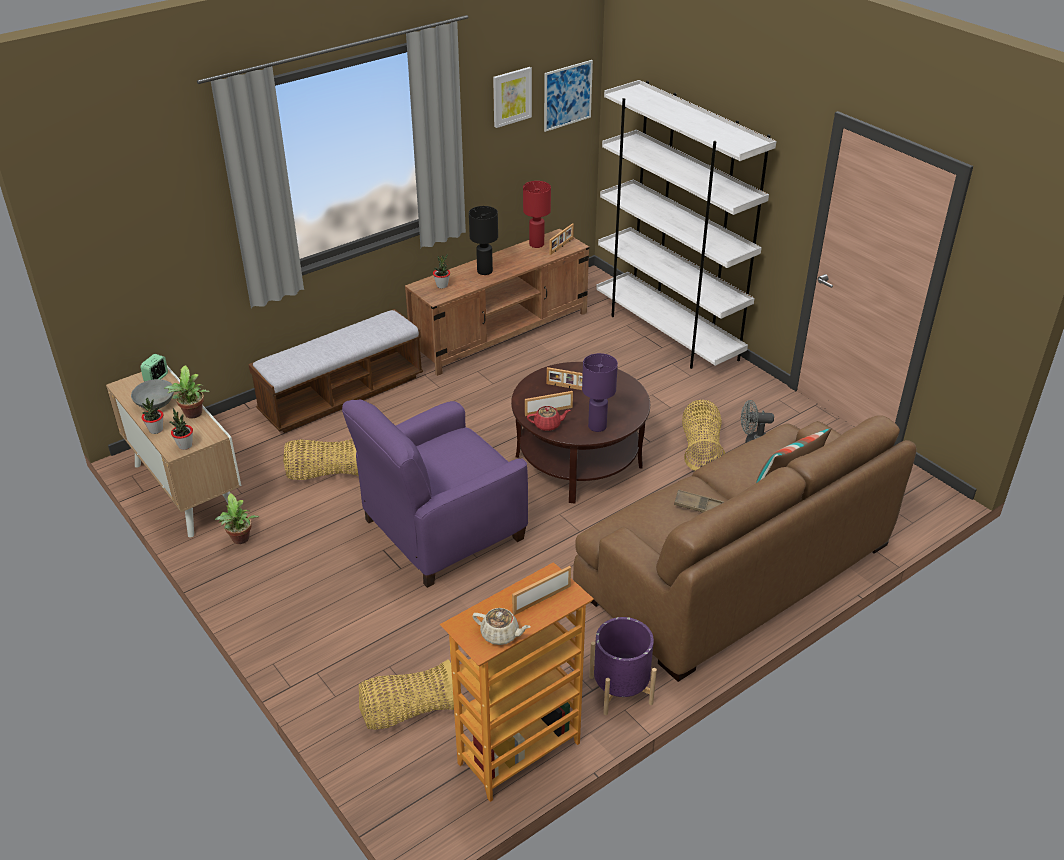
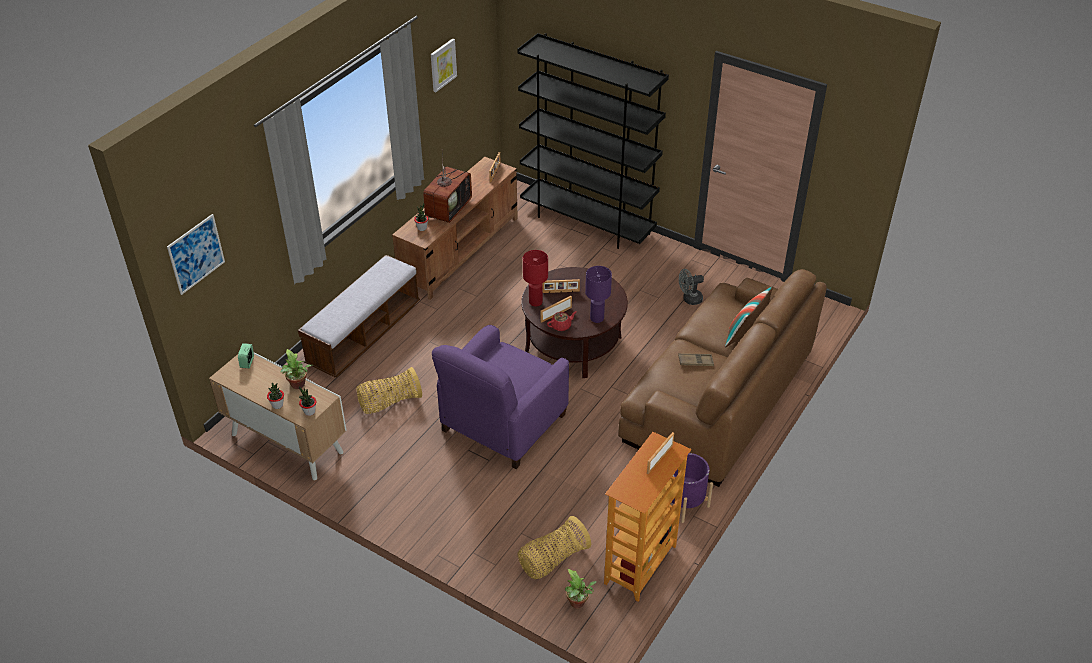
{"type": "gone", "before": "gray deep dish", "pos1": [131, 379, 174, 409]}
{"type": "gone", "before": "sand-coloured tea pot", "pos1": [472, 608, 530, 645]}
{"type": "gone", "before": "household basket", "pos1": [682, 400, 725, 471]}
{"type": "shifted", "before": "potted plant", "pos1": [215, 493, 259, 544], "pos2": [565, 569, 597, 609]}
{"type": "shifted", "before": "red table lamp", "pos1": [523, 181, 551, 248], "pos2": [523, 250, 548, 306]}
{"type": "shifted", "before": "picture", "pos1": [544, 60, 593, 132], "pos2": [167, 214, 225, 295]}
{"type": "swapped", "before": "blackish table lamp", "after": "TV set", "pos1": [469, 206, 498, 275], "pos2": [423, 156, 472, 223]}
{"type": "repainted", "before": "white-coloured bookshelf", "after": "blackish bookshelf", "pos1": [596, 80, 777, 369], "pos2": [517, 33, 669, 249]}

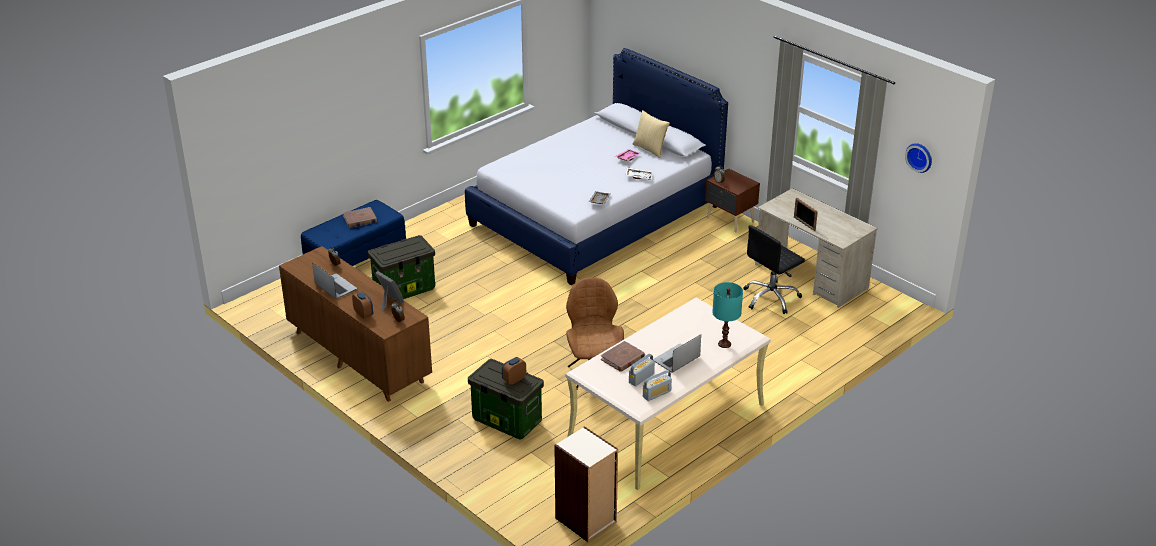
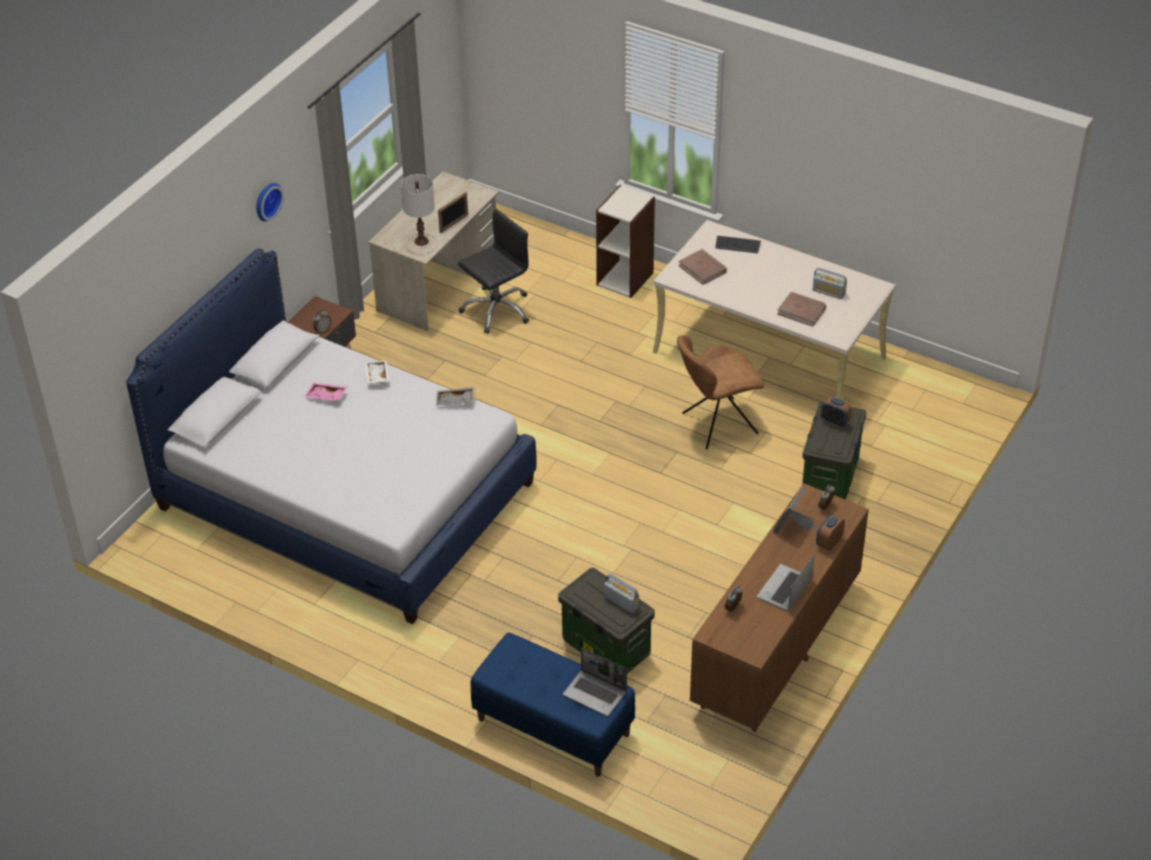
{"type": "gone", "before": "throw pillow", "pos1": [632, 110, 670, 158]}
{"type": "new", "after": "white-coloured table lamp", "pos2": [401, 174, 435, 246]}
{"type": "shifted", "before": "brown-coloured bound book", "pos1": [343, 207, 377, 228], "pos2": [679, 249, 727, 285]}
{"type": "shifted", "before": "bookshelf", "pos1": [554, 426, 618, 542], "pos2": [596, 185, 655, 298]}
{"type": "shifted", "before": "radio receiver", "pos1": [643, 370, 672, 401], "pos2": [604, 574, 639, 613]}
{"type": "shifted", "before": "notebook computer", "pos1": [653, 334, 701, 373], "pos2": [563, 648, 627, 716]}
{"type": "shifted", "before": "hanging clock", "pos1": [905, 143, 932, 173], "pos2": [256, 183, 284, 222]}
{"type": "swapped", "before": "turquoise-coloured table lamp", "after": "PC keyboard", "pos1": [712, 282, 743, 348], "pos2": [715, 236, 761, 253]}
{"type": "rotated", "before": "blackish computer chair", "pos1": [743, 225, 805, 314], "pos2": [458, 209, 529, 334], "turn": -75}

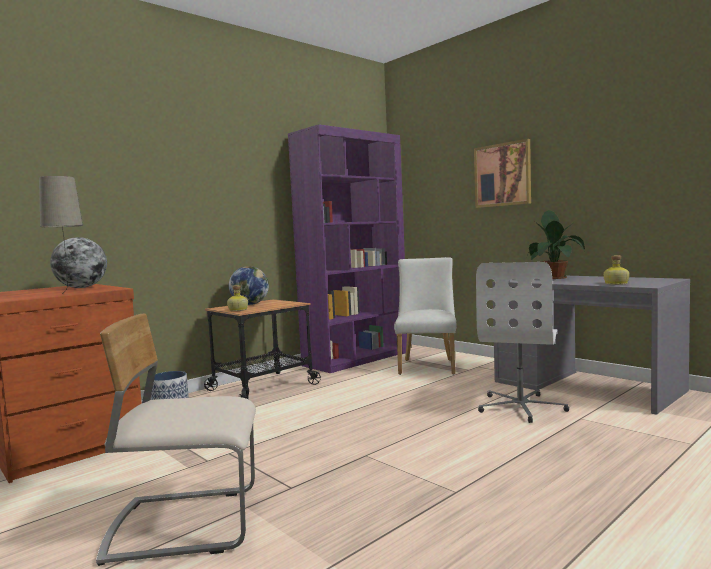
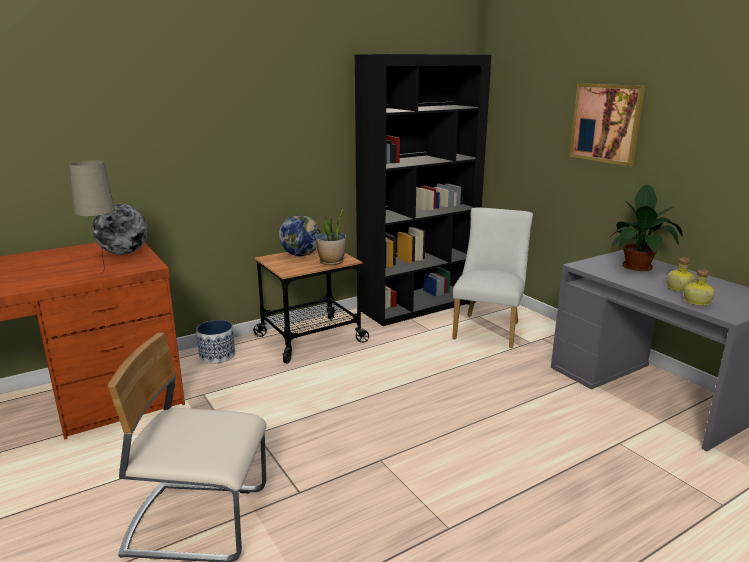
{"type": "gone", "before": "white-coloured computer chair", "pos1": [476, 262, 569, 423]}
{"type": "new", "after": "potted plant", "pos2": [316, 208, 346, 265]}
{"type": "shifted", "before": "beverage bottle", "pos1": [227, 285, 248, 311], "pos2": [667, 258, 696, 292]}
{"type": "repainted", "before": "purple bookshelf", "after": "blackish bookshelf", "pos1": [288, 124, 407, 373], "pos2": [355, 54, 491, 326]}

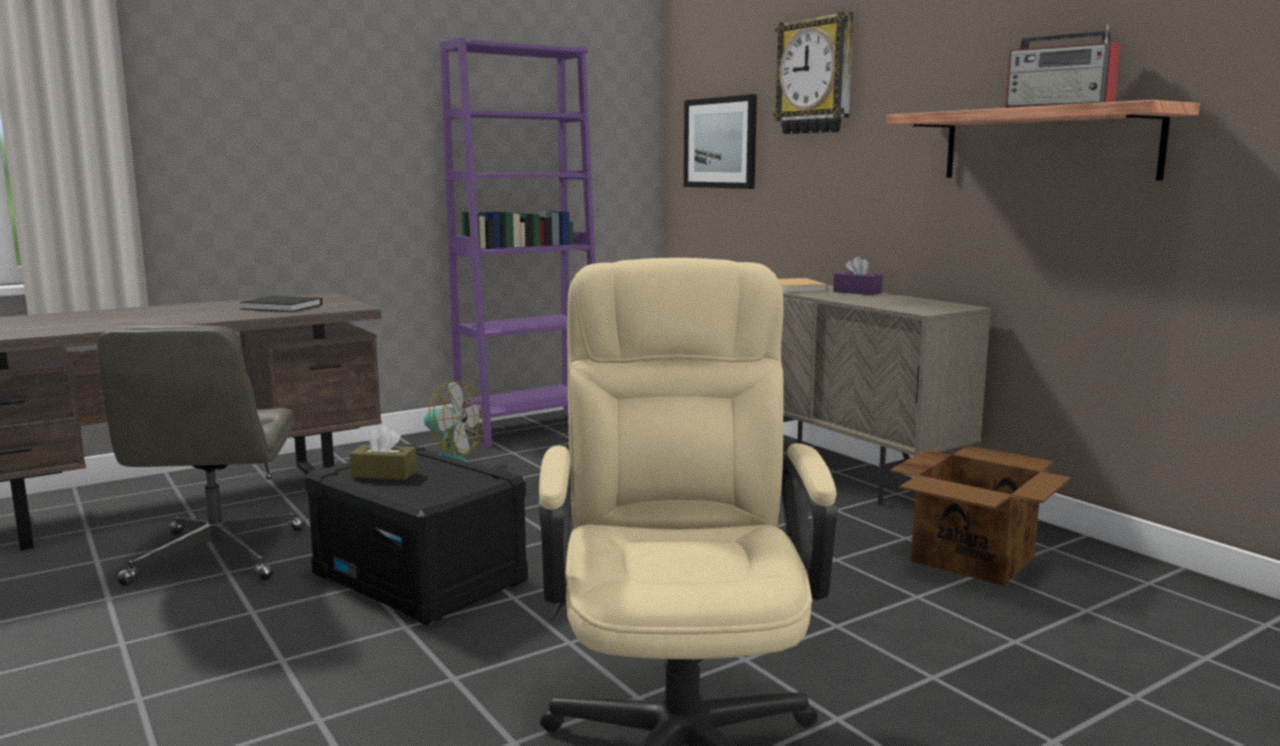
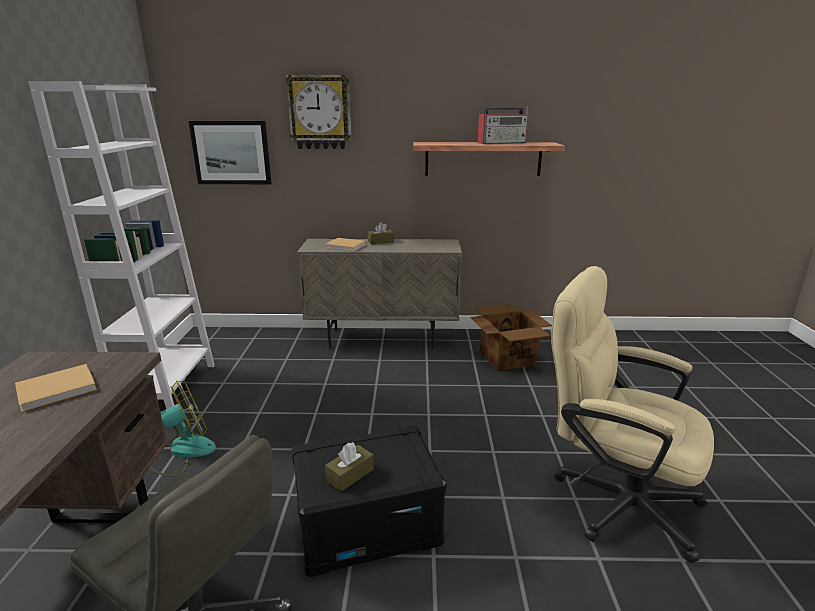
{"type": "repainted", "before": "blackish bound book", "after": "sand-coloured bound book", "pos1": [240, 296, 322, 312], "pos2": [15, 364, 97, 412]}
{"type": "repainted", "before": "purple bookshelf", "after": "white-coloured bookshelf", "pos1": [440, 37, 596, 447], "pos2": [28, 81, 215, 409]}
{"type": "repainted", "before": "purple tissue holder", "after": "brown-coloured tissue holder", "pos1": [833, 256, 883, 295], "pos2": [368, 222, 394, 245]}

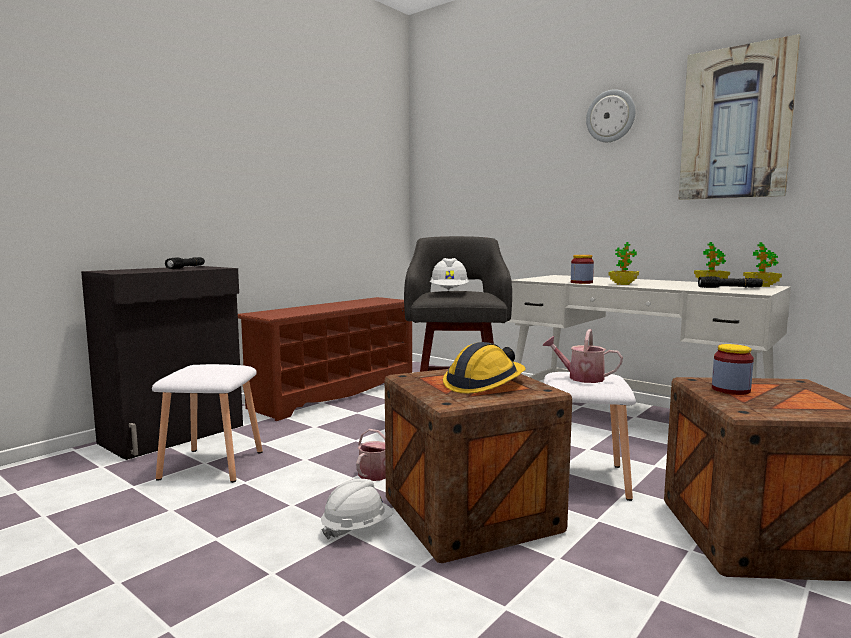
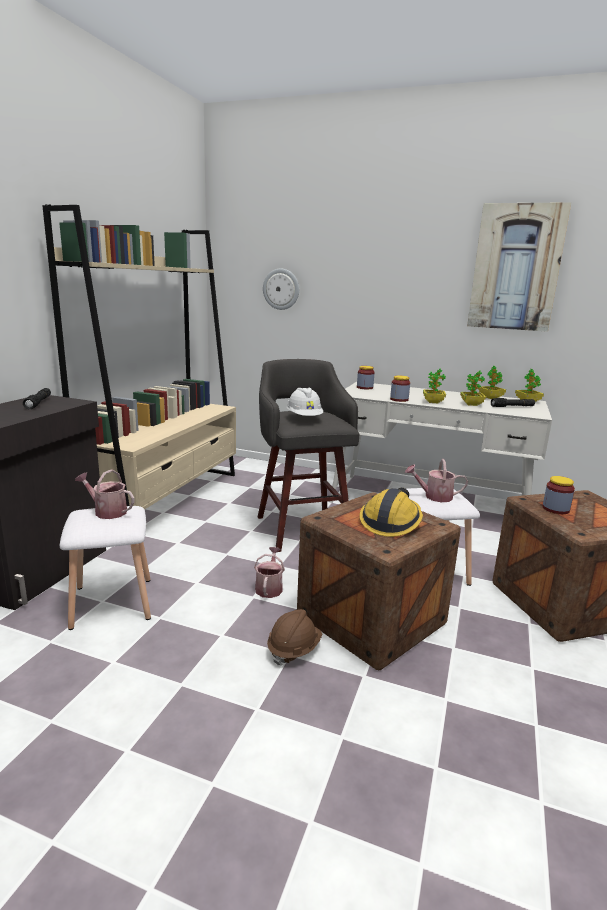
{"type": "new", "after": "watering pot", "pos2": [75, 469, 135, 519]}
{"type": "new", "after": "storage jar", "pos2": [357, 366, 375, 389]}
{"type": "new", "after": "potted plant", "pos2": [460, 371, 486, 406]}
{"type": "shifted", "before": "hanging clock", "pos1": [586, 89, 635, 142], "pos2": [263, 268, 299, 310]}
{"type": "swapped", "before": "brown-coloured shoe shelf", "after": "sand-coloured bookshelf", "pos1": [238, 297, 412, 421], "pos2": [42, 204, 236, 510]}
{"type": "repainted", "before": "white-coloured work helmet", "after": "brown-coloured work helmet", "pos1": [321, 479, 393, 539], "pos2": [267, 609, 323, 666]}

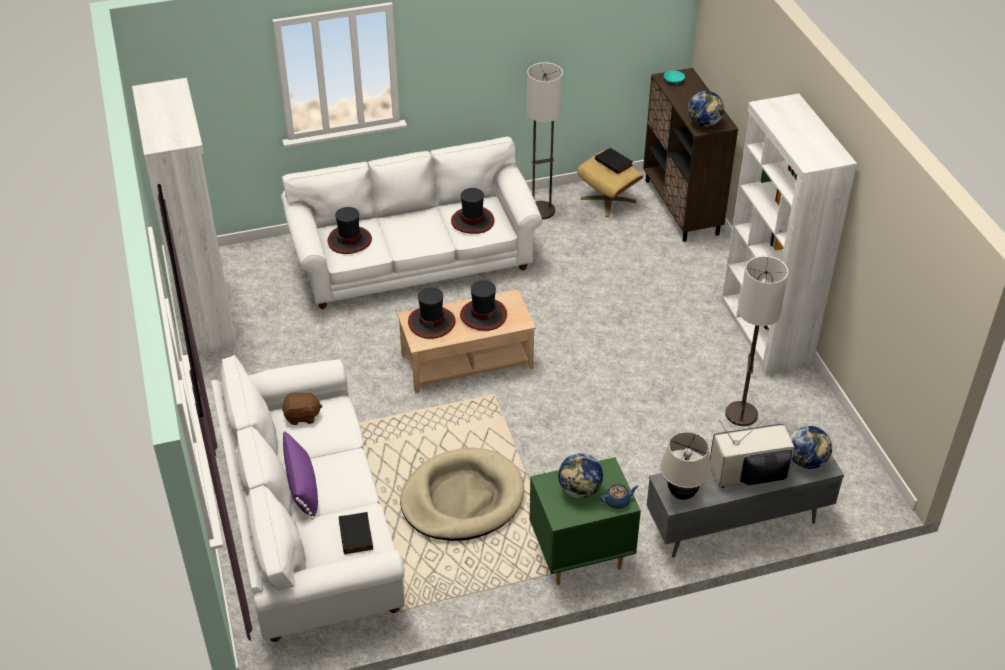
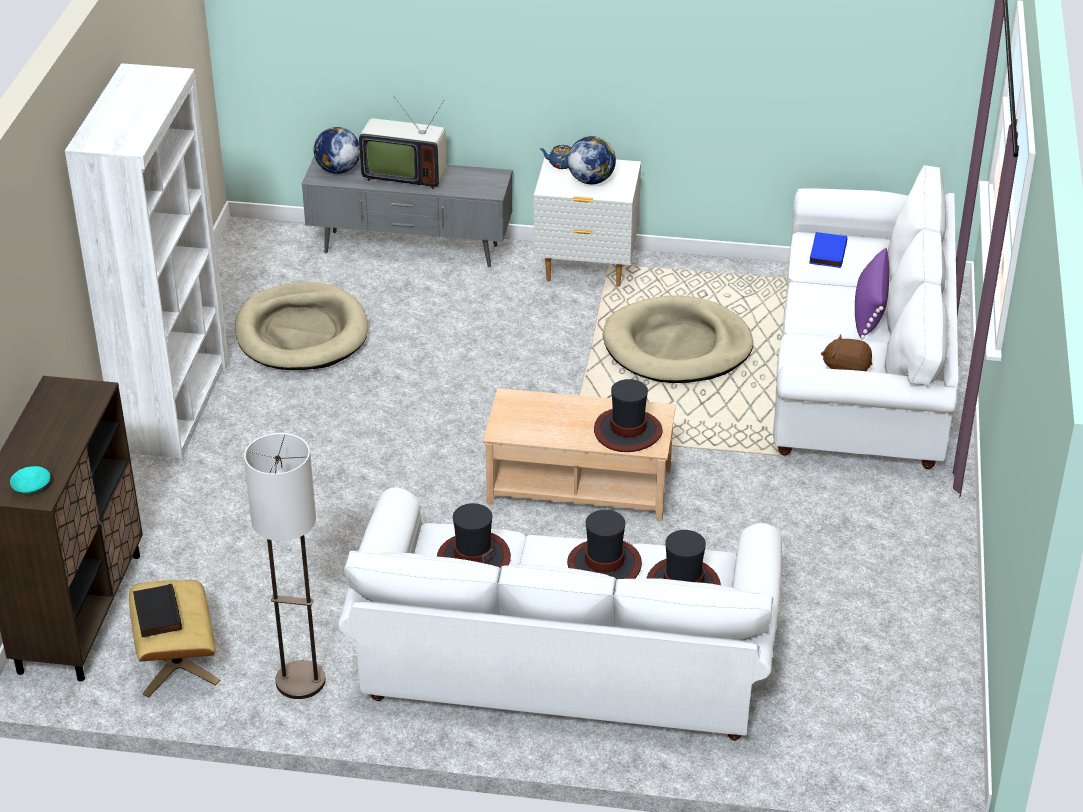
{"type": "gone", "before": "white-coloured bookshelf", "pos1": [132, 78, 237, 354]}
{"type": "gone", "before": "sand-coloured table lamp", "pos1": [660, 432, 711, 500]}
{"type": "gone", "before": "globe", "pos1": [688, 91, 724, 127]}
{"type": "shifted", "before": "wearable hat", "pos1": [460, 280, 507, 331], "pos2": [567, 510, 642, 580]}
{"type": "swapped", "before": "standard lamp", "after": "sand-coloured dog cushion", "pos1": [725, 256, 789, 426], "pos2": [235, 282, 368, 370]}
{"type": "repainted", "before": "blackish bound book", "after": "bluish bound book", "pos1": [339, 512, 374, 554], "pos2": [809, 232, 847, 268]}
{"type": "repainted", "before": "green nightstand", "after": "white-coloured nightstand", "pos1": [529, 457, 641, 585], "pos2": [534, 157, 641, 286]}

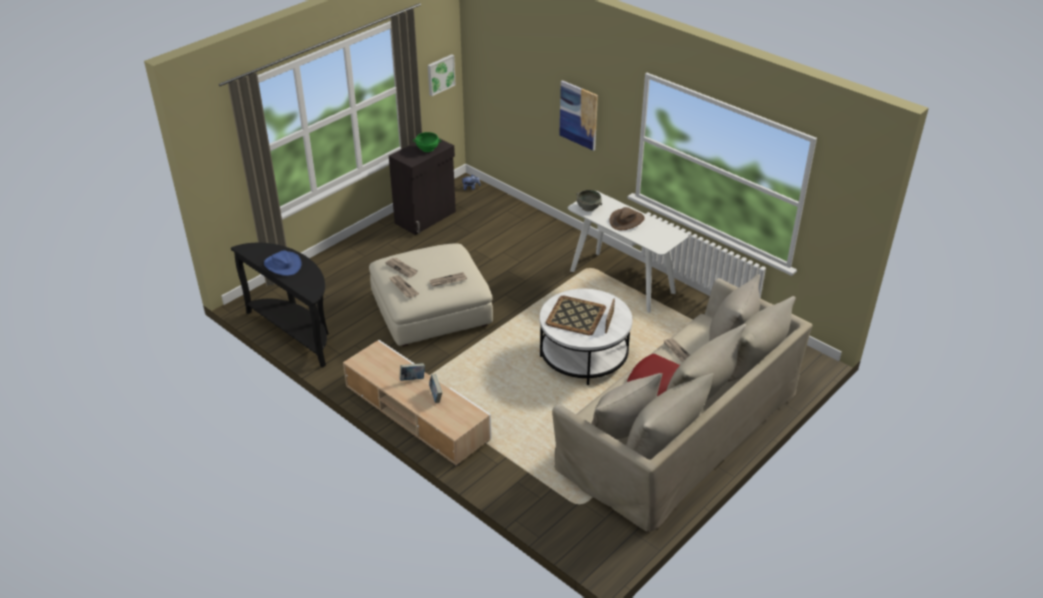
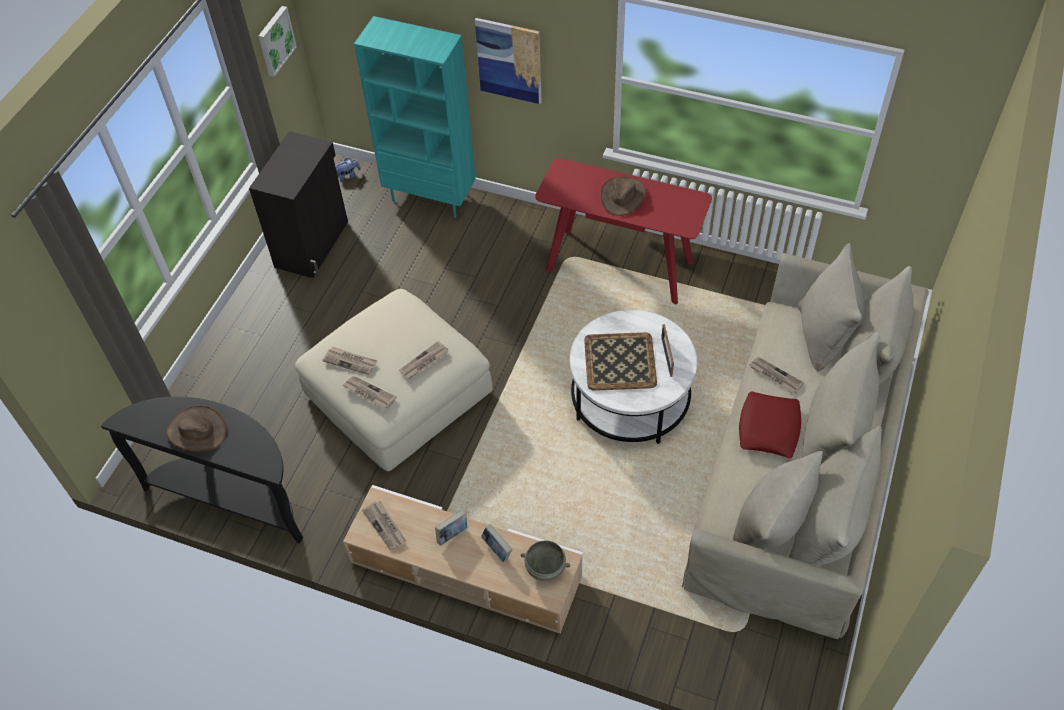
{"type": "gone", "before": "green deep dish", "pos1": [413, 132, 441, 152]}
{"type": "new", "after": "turquoise-coloured bookshelf", "pos2": [354, 16, 476, 218]}
{"type": "new", "after": "newspaper", "pos2": [362, 501, 406, 551]}
{"type": "shifted", "before": "gray deep dish", "pos1": [576, 190, 602, 211], "pos2": [521, 540, 570, 581]}
{"type": "repainted", "before": "bluish wearable hat", "after": "brown-coloured wearable hat", "pos1": [264, 250, 301, 276], "pos2": [166, 405, 227, 452]}
{"type": "repainted", "before": "white-coloured hall table", "after": "red hall table", "pos1": [568, 191, 688, 313], "pos2": [535, 158, 712, 304]}

